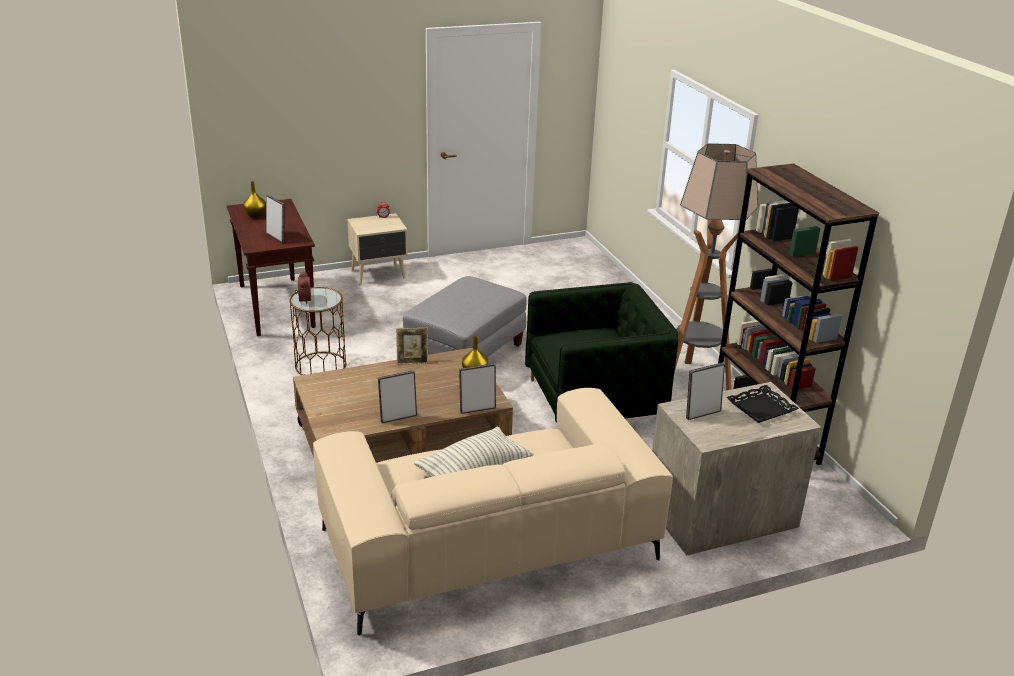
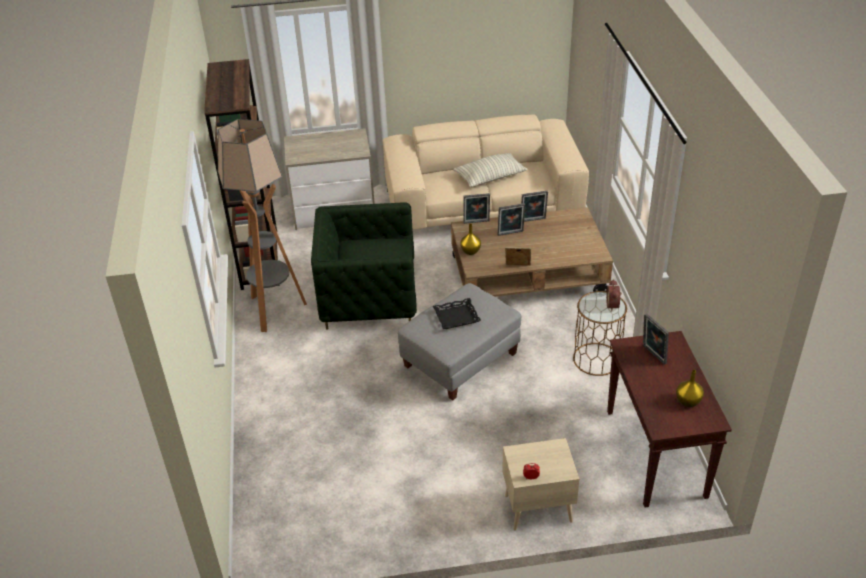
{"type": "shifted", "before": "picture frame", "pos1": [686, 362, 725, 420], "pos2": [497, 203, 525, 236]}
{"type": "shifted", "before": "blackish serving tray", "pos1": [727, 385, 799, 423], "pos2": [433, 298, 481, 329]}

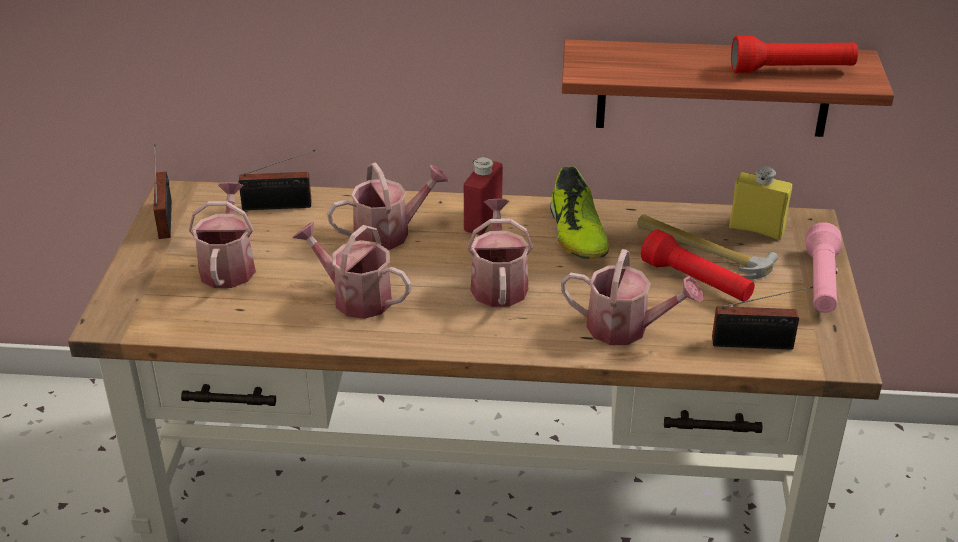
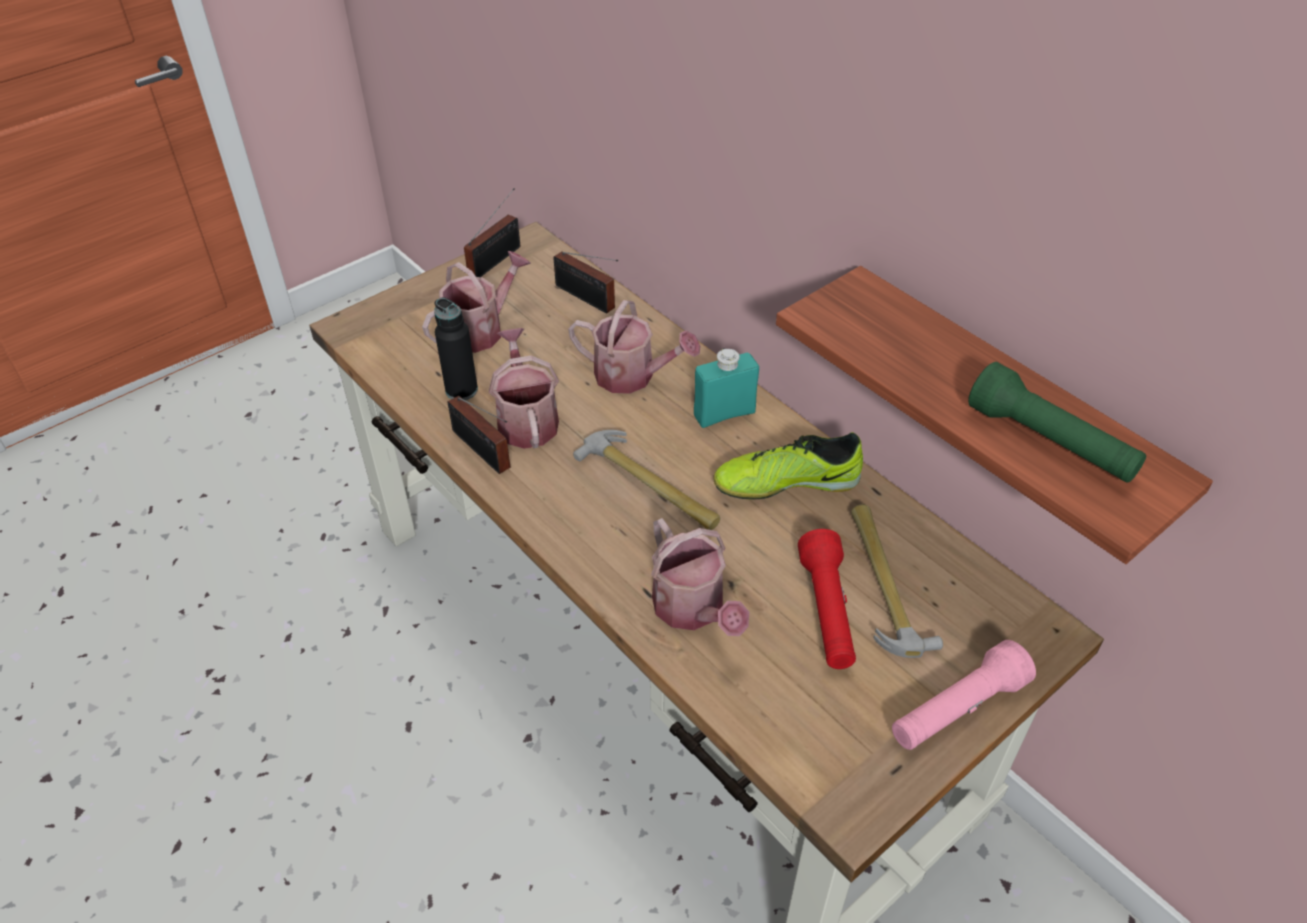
{"type": "gone", "before": "yellowish beverage bottle", "pos1": [729, 166, 792, 240]}
{"type": "new", "after": "blackish beverage bottle", "pos2": [434, 297, 478, 400]}
{"type": "shifted", "before": "radio receiver", "pos1": [712, 286, 813, 350], "pos2": [447, 396, 510, 474]}
{"type": "swapped", "before": "watering pot", "after": "hammer", "pos1": [467, 199, 533, 307], "pos2": [573, 430, 720, 530]}
{"type": "repainted", "before": "red beverage bottle", "after": "turquoise-coloured beverage bottle", "pos1": [464, 157, 503, 235], "pos2": [694, 348, 759, 428]}
{"type": "repainted", "before": "red hand torch", "after": "green hand torch", "pos1": [731, 36, 858, 73], "pos2": [968, 362, 1146, 482]}
{"type": "rotated", "before": "shoe", "pos1": [550, 167, 609, 259], "pos2": [713, 432, 863, 500], "turn": 45}

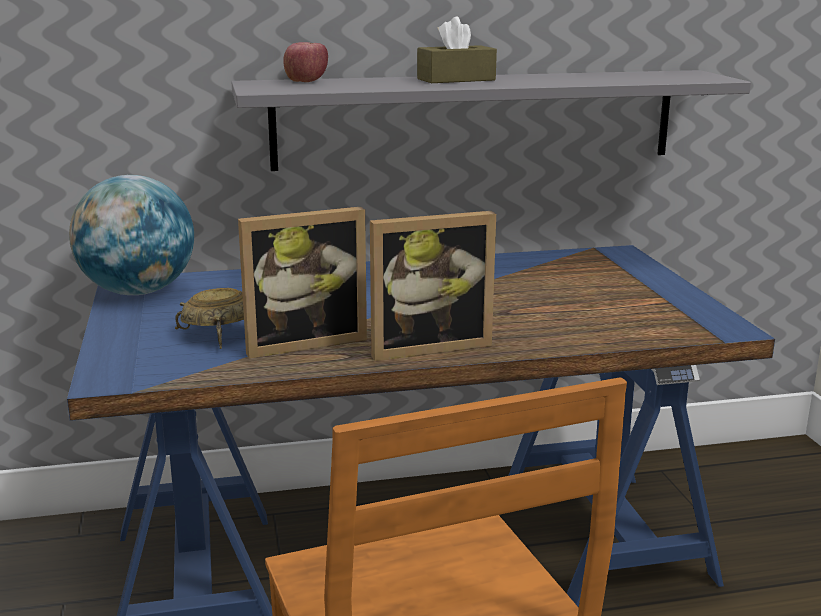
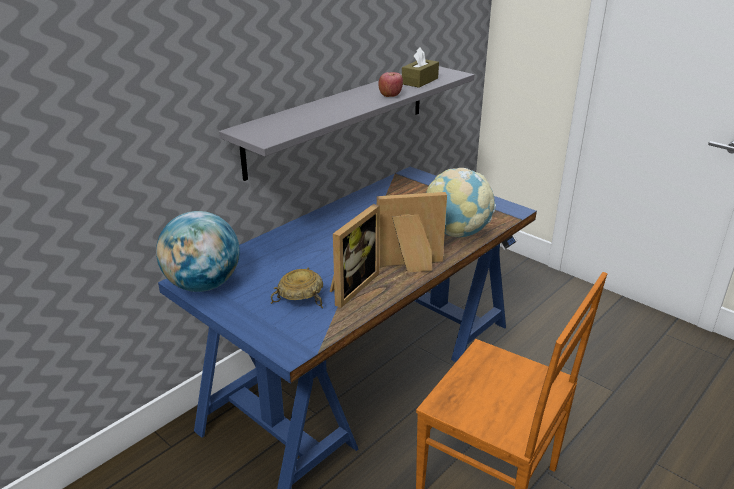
{"type": "new", "after": "globe", "pos2": [426, 168, 496, 237]}
{"type": "shifted", "before": "apple fruit", "pos1": [283, 42, 328, 82], "pos2": [378, 72, 403, 97]}
{"type": "shifted", "before": "brown-coloured tissue holder", "pos1": [417, 16, 497, 83], "pos2": [402, 47, 439, 88]}
{"type": "rotated", "before": "picture frame", "pos1": [370, 211, 496, 361], "pos2": [377, 192, 447, 272], "turn": -135}

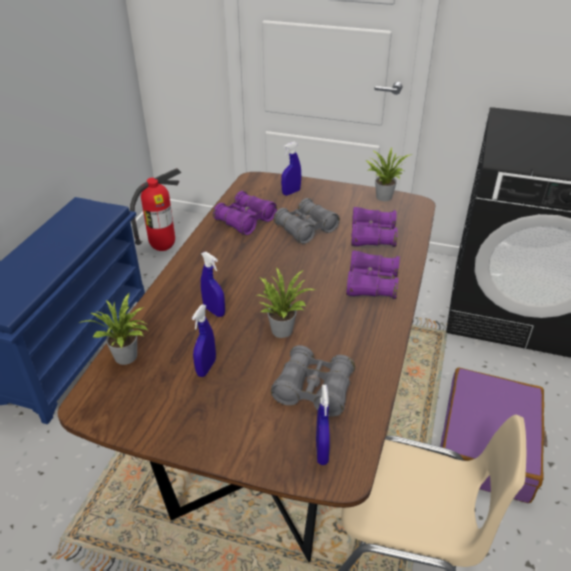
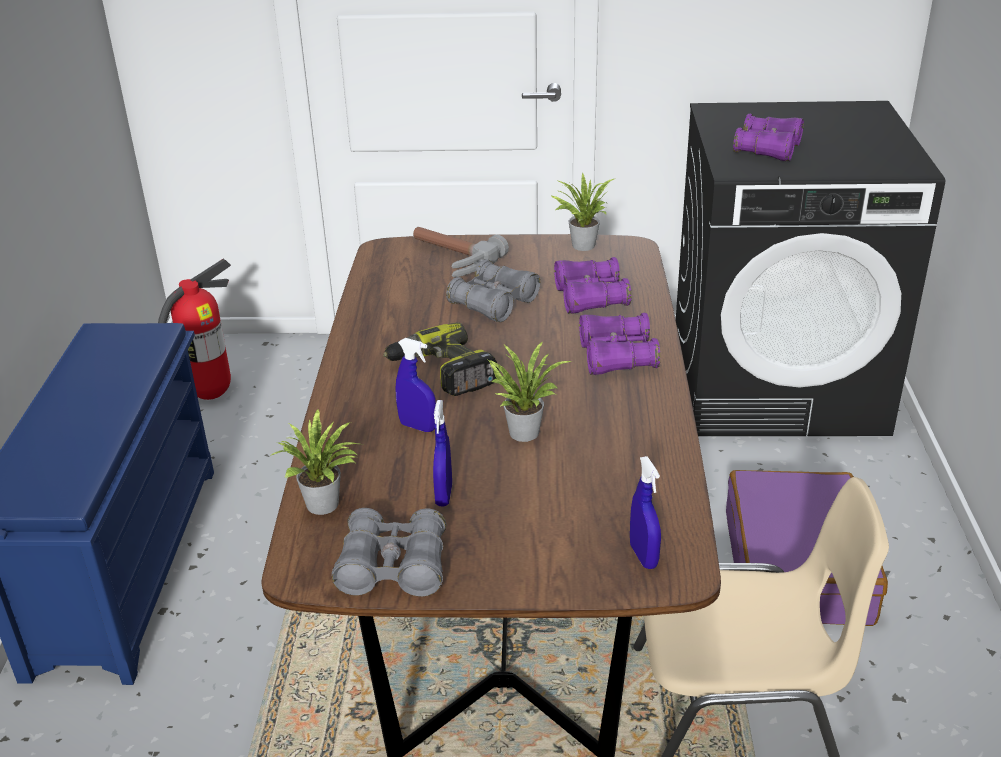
{"type": "new", "after": "power drill", "pos2": [383, 322, 498, 396]}
{"type": "shifted", "before": "purple field glasses", "pos1": [213, 191, 277, 235], "pos2": [733, 114, 804, 161]}
{"type": "shifted", "before": "gray field glasses", "pos1": [271, 345, 355, 417], "pos2": [332, 508, 446, 597]}
{"type": "swapped", "before": "bluish hand sprayer", "after": "hammer", "pos1": [281, 142, 301, 196], "pos2": [413, 227, 509, 277]}

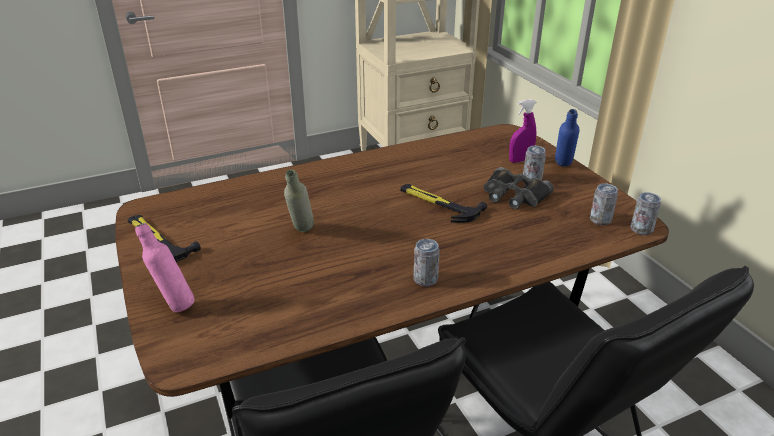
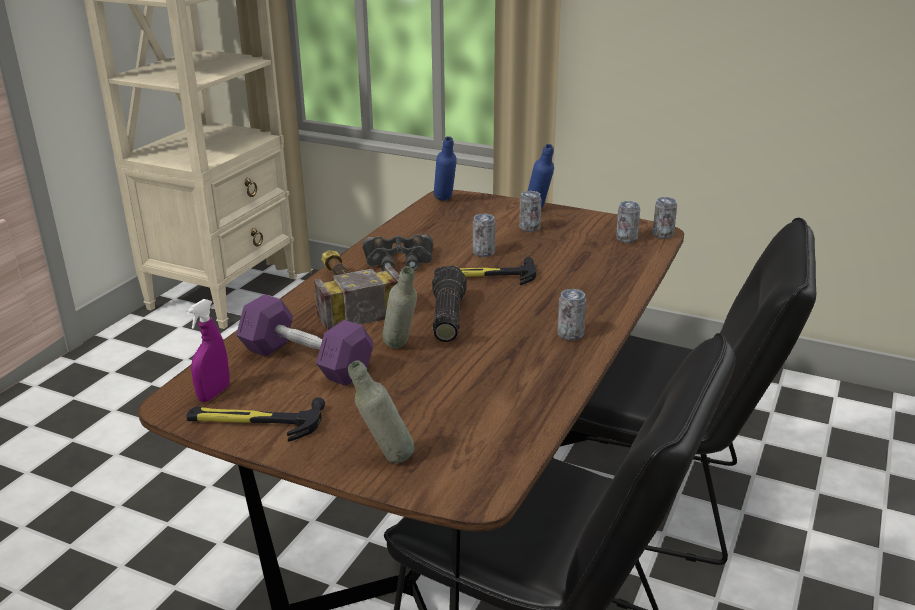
{"type": "new", "after": "purple free weight", "pos2": [236, 294, 374, 386]}
{"type": "new", "after": "hammer", "pos2": [314, 250, 399, 331]}
{"type": "new", "after": "hand torch", "pos2": [432, 266, 467, 342]}
{"type": "new", "after": "bluish beverage bottle", "pos2": [434, 136, 457, 201]}
{"type": "new", "after": "can", "pos2": [473, 214, 495, 257]}
{"type": "shifted", "before": "blackish field glasses", "pos1": [483, 167, 554, 209], "pos2": [362, 234, 433, 271]}
{"type": "shifted", "before": "purple hand sprayer", "pos1": [509, 99, 537, 163], "pos2": [186, 299, 230, 402]}
{"type": "repainted", "before": "pinkish beverage bottle", "after": "gray beverage bottle", "pos1": [135, 223, 195, 312], "pos2": [348, 360, 414, 463]}

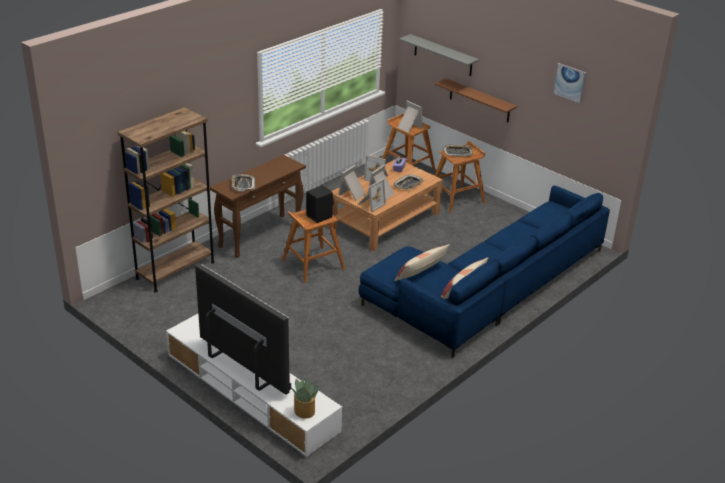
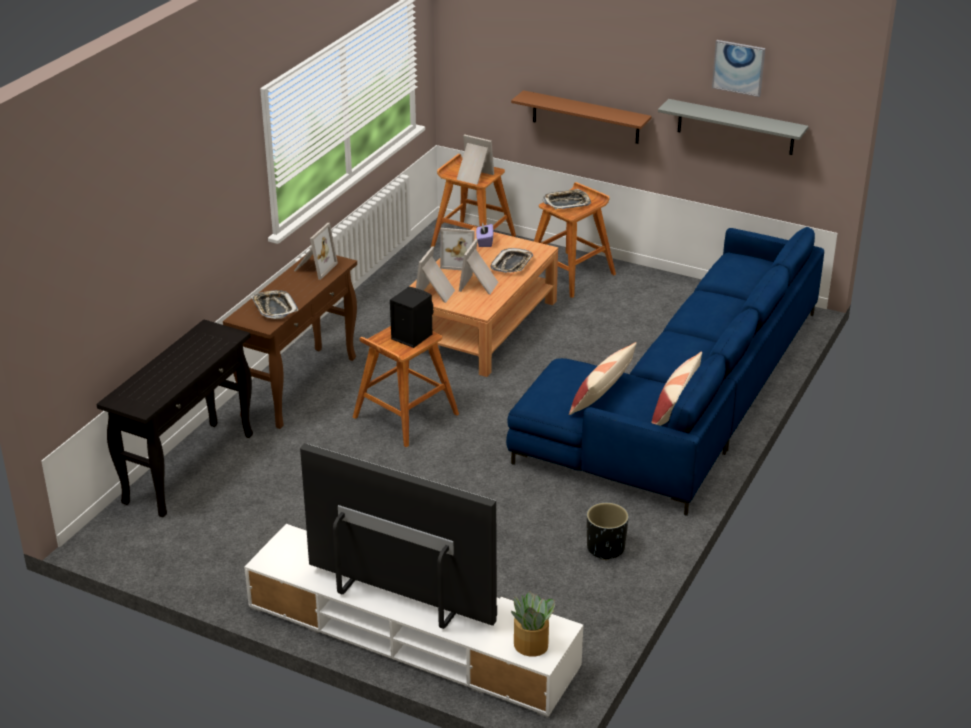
{"type": "new", "after": "blackish plant pot", "pos2": [587, 503, 629, 560]}
{"type": "shifted", "before": "picture frame", "pos1": [359, 179, 386, 212], "pos2": [294, 223, 338, 280]}
{"type": "shifted", "before": "gray shelf", "pos1": [399, 34, 479, 76], "pos2": [658, 99, 808, 155]}
{"type": "swapped", "before": "brown-coloured bookshelf", "after": "blackish hall table", "pos1": [118, 107, 215, 293], "pos2": [97, 319, 253, 518]}

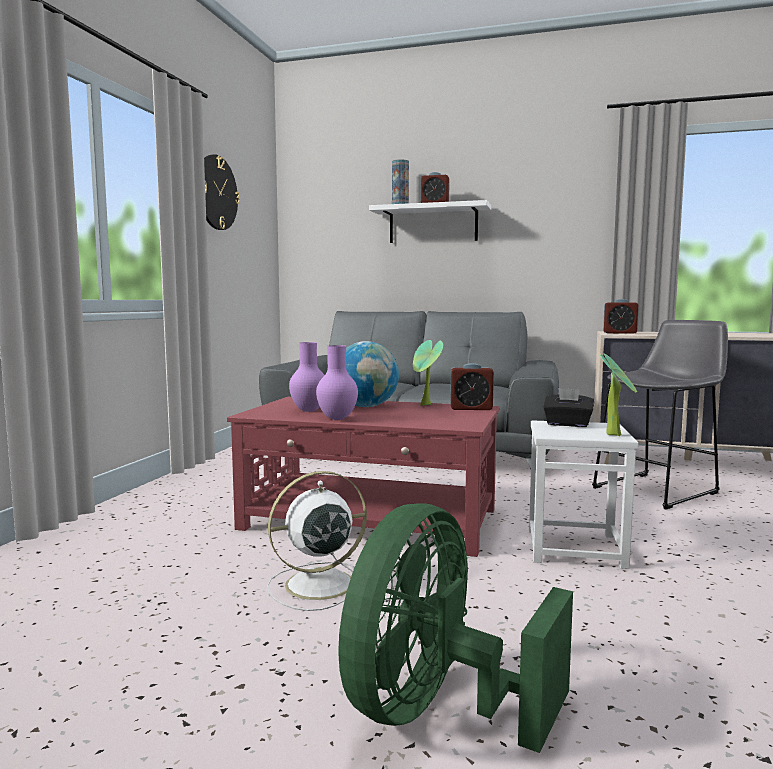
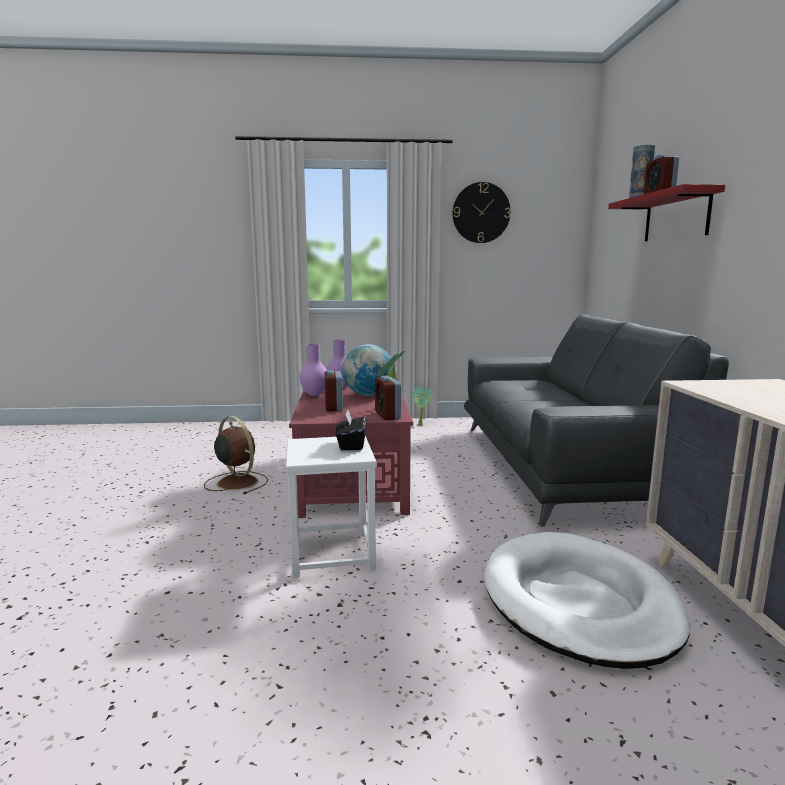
{"type": "gone", "before": "green cooling fan", "pos1": [338, 503, 573, 753]}
{"type": "shifted", "before": "potted plant", "pos1": [600, 354, 637, 436], "pos2": [413, 387, 432, 426]}
{"type": "shifted", "before": "alarm clock", "pos1": [603, 299, 638, 334], "pos2": [325, 370, 343, 412]}
{"type": "swapped", "before": "gray stool", "after": "white-coloured dog cushion", "pos1": [592, 320, 728, 510], "pos2": [485, 532, 690, 669]}
{"type": "repainted", "before": "white-coloured cooling fan", "after": "brown-coloured cooling fan", "pos1": [267, 471, 367, 611], "pos2": [204, 416, 268, 494]}
{"type": "repainted", "before": "white-coloured shelf", "after": "red shelf", "pos1": [369, 200, 491, 243], "pos2": [608, 184, 725, 241]}

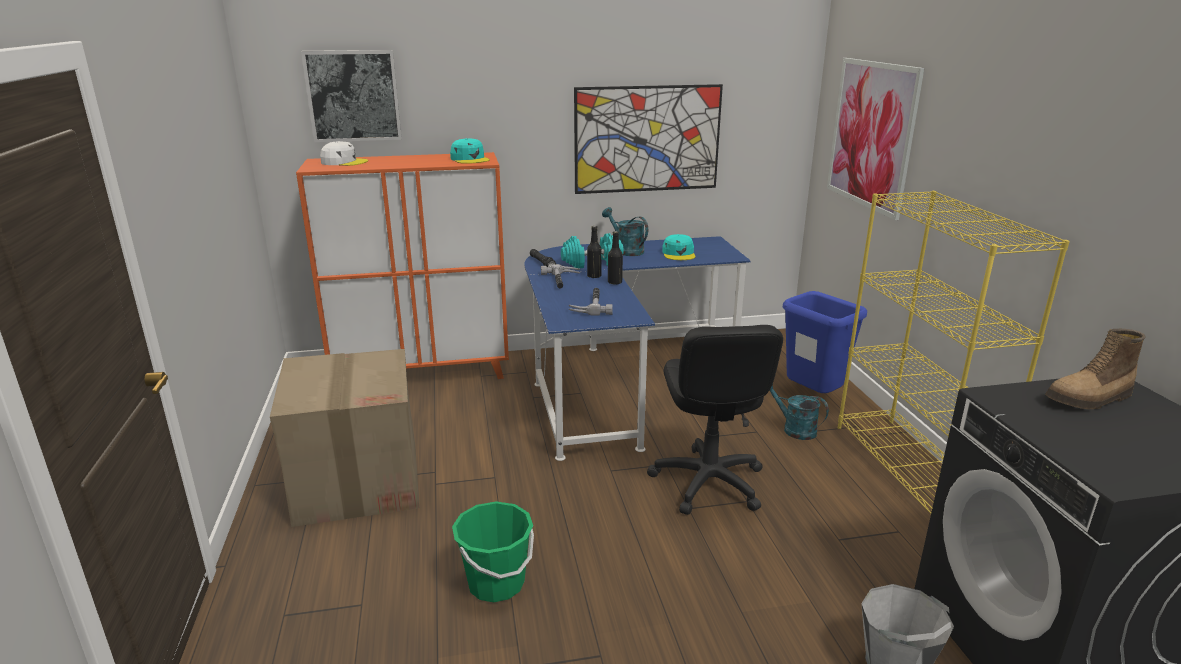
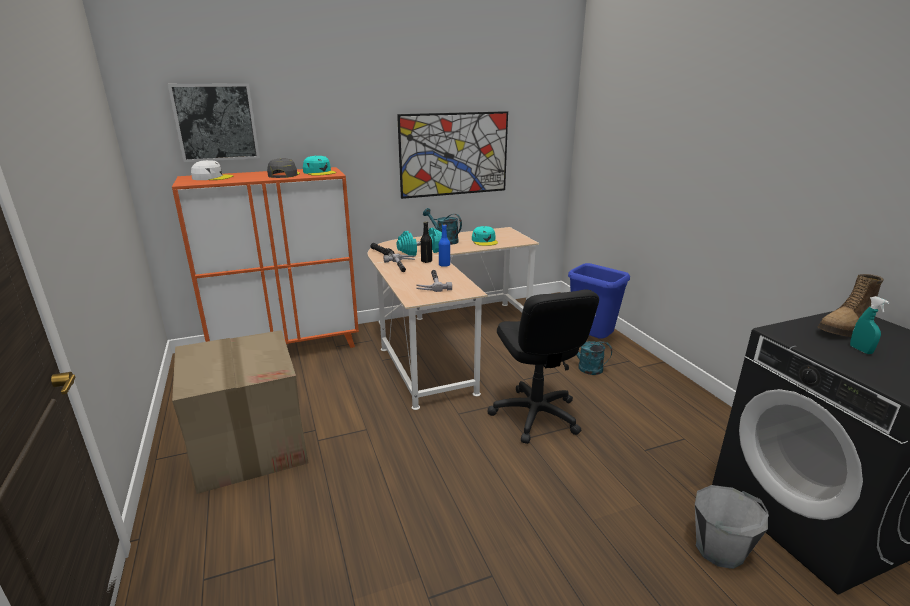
{"type": "gone", "before": "green bucket", "pos1": [452, 501, 534, 602]}
{"type": "gone", "before": "picture", "pos1": [827, 58, 924, 220]}
{"type": "gone", "before": "yellowish bookshelf", "pos1": [838, 191, 1070, 513]}
{"type": "new", "after": "gray peaked cap", "pos2": [267, 158, 300, 178]}
{"type": "new", "after": "turquoise-coloured hand sprayer", "pos2": [850, 296, 890, 354]}
{"type": "repainted", "before": "bluish desk unit", "after": "sand-coloured desk unit", "pos1": [524, 236, 751, 461], "pos2": [367, 227, 539, 410]}
{"type": "repainted", "before": "blackish beverage bottle", "after": "bluish beverage bottle", "pos1": [608, 231, 623, 285], "pos2": [439, 225, 450, 267]}

